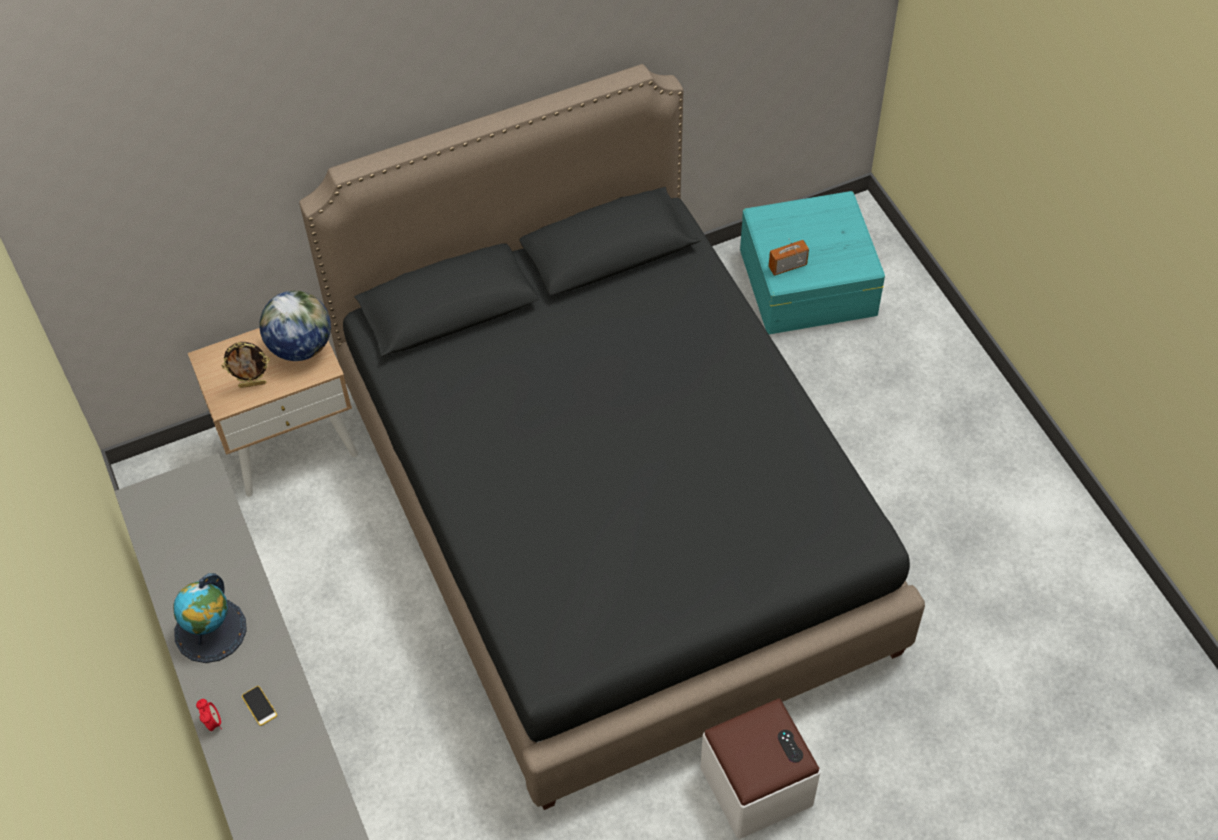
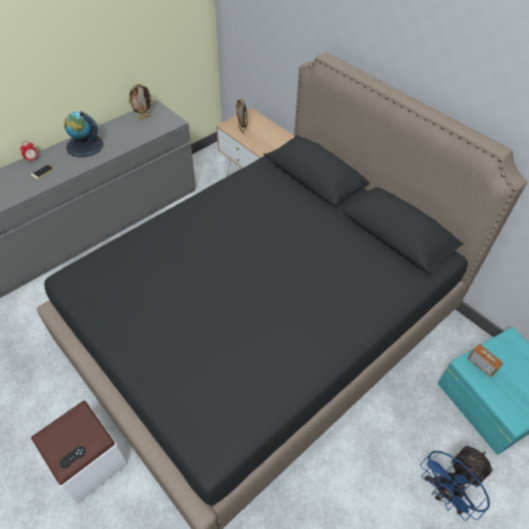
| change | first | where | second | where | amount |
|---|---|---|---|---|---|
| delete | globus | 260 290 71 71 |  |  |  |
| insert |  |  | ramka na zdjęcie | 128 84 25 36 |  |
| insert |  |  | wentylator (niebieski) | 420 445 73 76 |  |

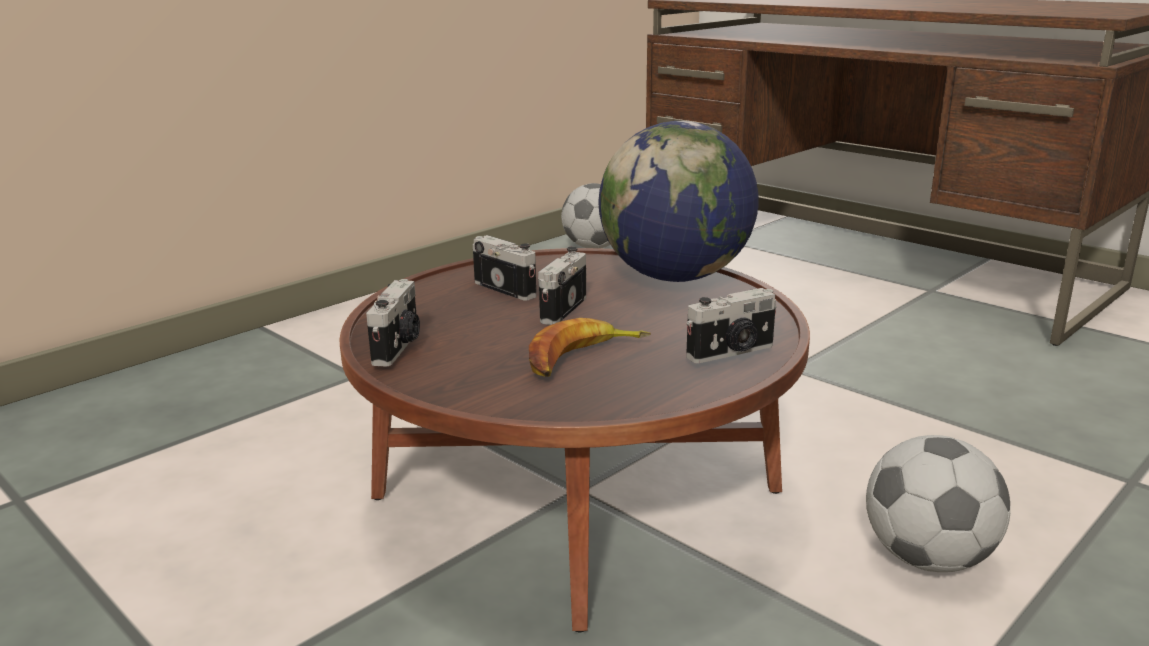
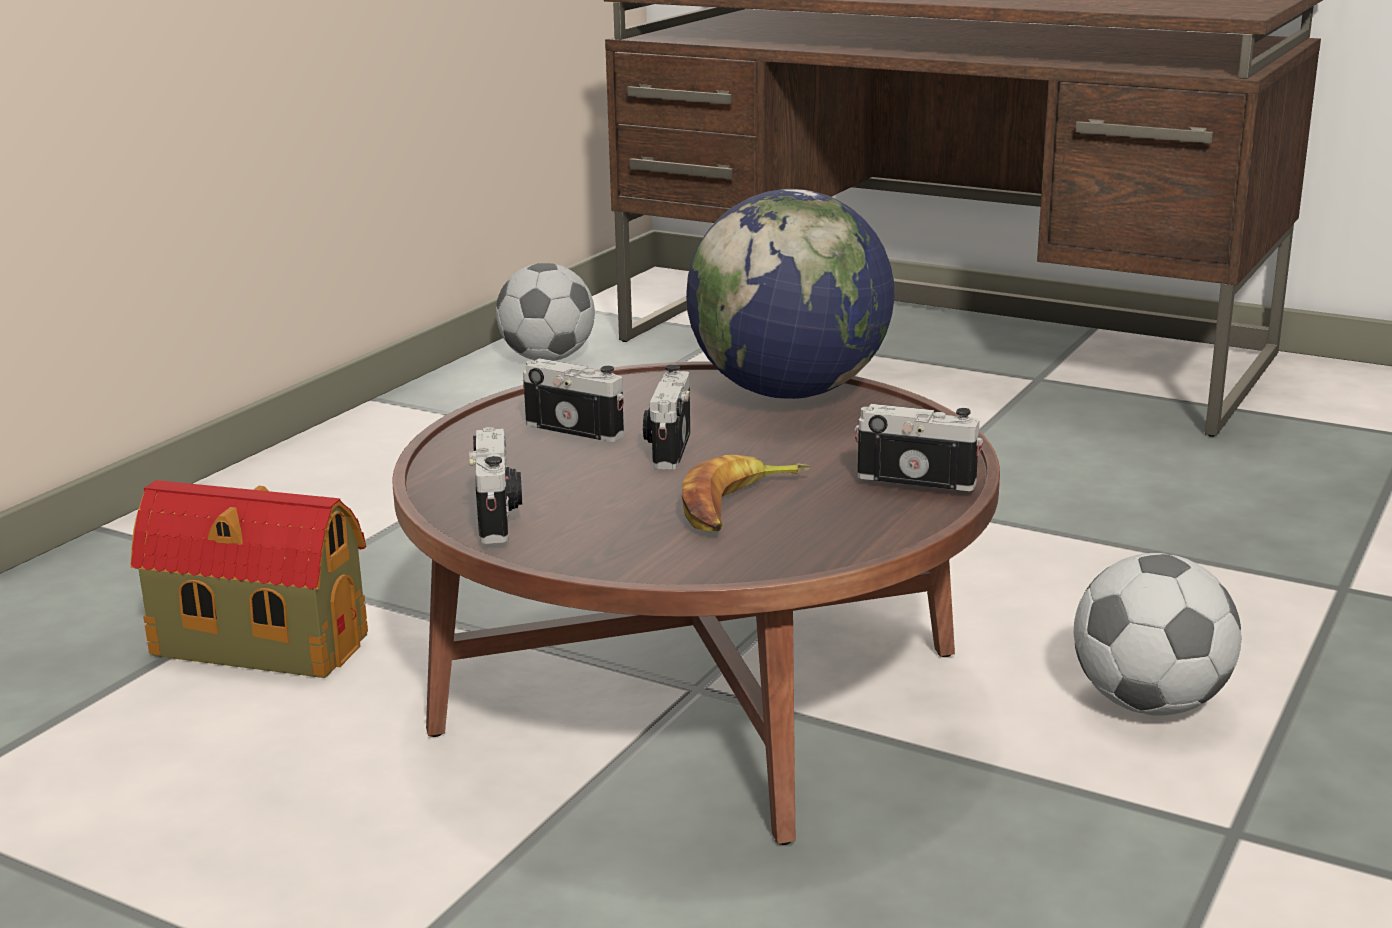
| change | first | where | second | where | amount |
|---|---|---|---|---|---|
| rotate | aparat fotograficzny | 686 288 90 75 |  | 854 404 129 87 | 120 degrees counterclockwise |
| insert |  |  | domek | 130 480 238 198 |  |

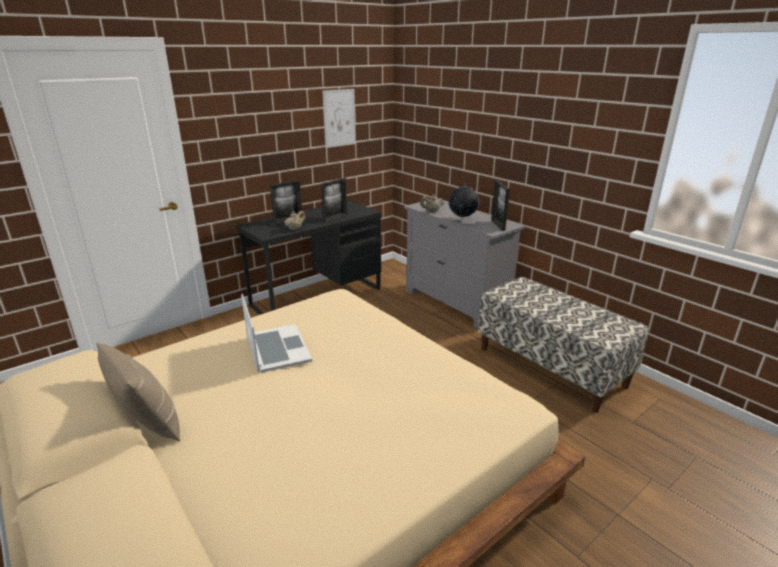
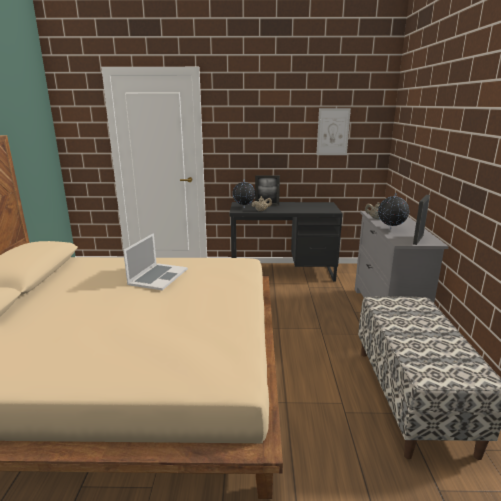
| change | first | where | second | where | amount |
|---|---|---|---|---|---|
| delete | ramka na zdjęcie | 321 178 26 44 |  |  |  |
| delete | poduszka (beżowy) | 96 343 84 99 |  |  |  |
| insert |  |  | globus | 233 179 22 29 |  |

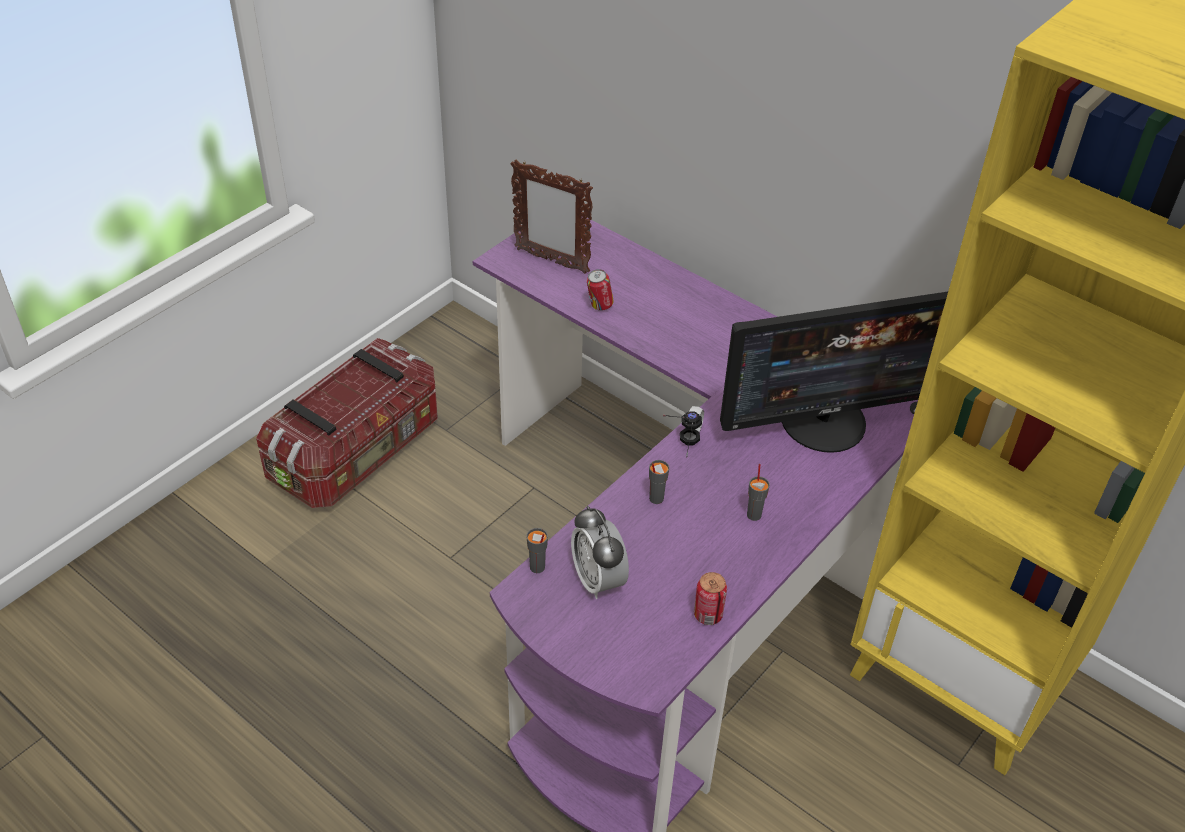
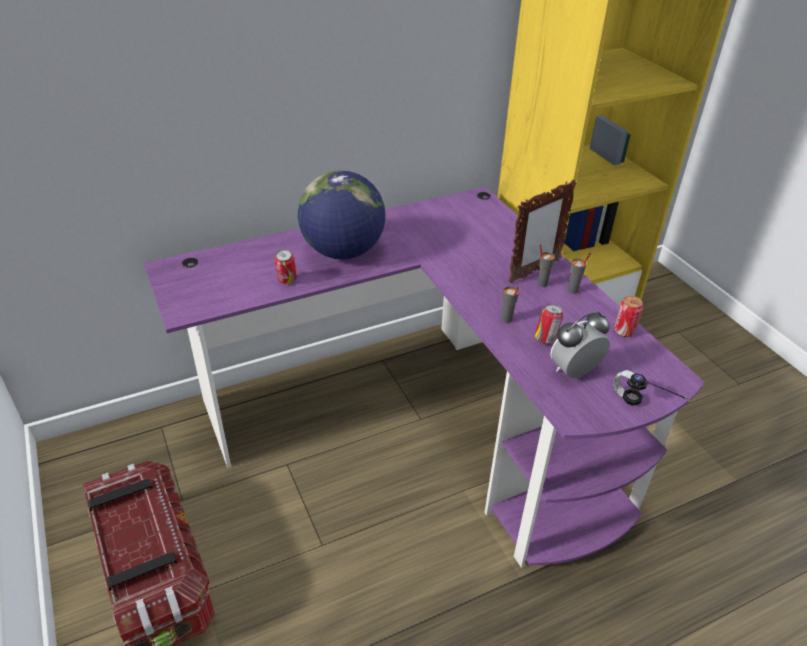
| change | first | where | second | where | amount |
|---|---|---|---|---|---|
| move | ramka na zdjęcie | 510 160 83 114 |  | 508 179 68 104 |  |
| delete | monitor | 720 292 228 161 |  |  |  |
| move | słuchawki | 663 406 41 52 |  | 614 370 76 35 |  |
| rotate | budzik | 571 506 58 93 |  | 550 312 60 66 | 150 degrees clockwise |
| move | filiżanka (szary) | 526 528 22 45 |  | 568 253 23 41 |  |
| insert |  |  | globus | 298 170 87 89 |  |
| insert |  |  | puszka | 535 304 28 40 |  |

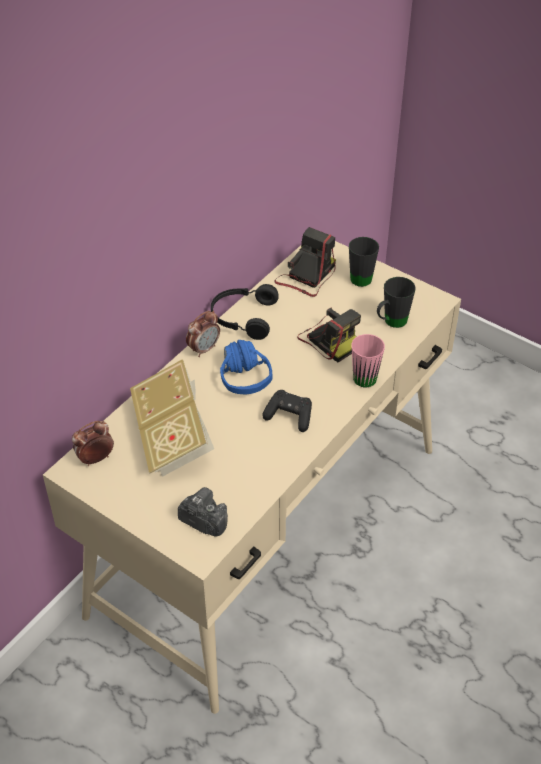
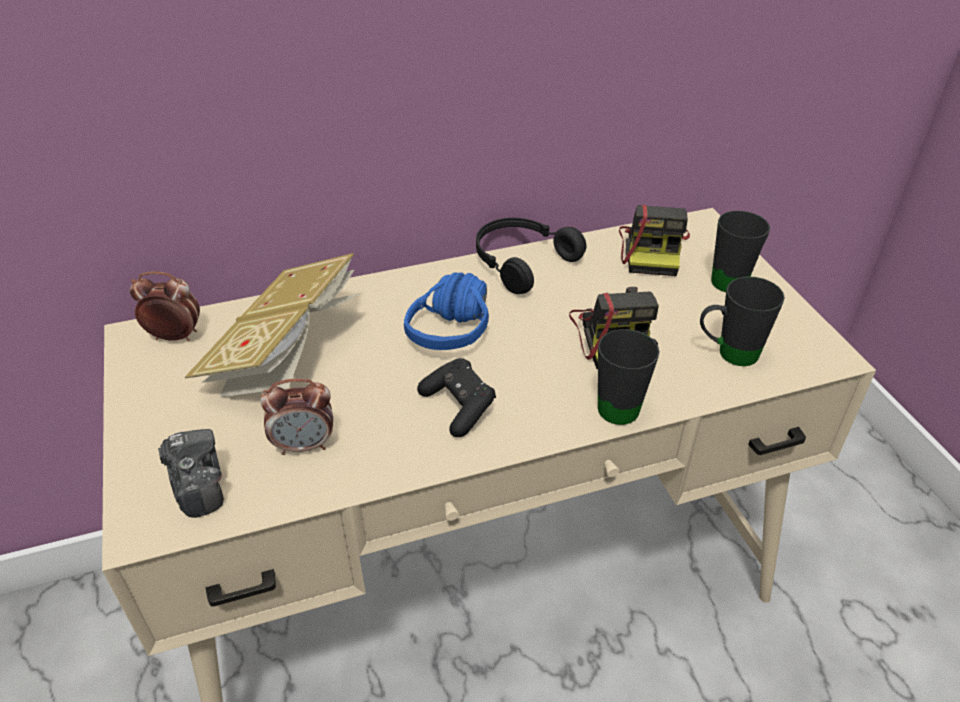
| change | first | where | second | where | amount |
|---|---|---|---|---|---|
| rotate | aparat fotograficzny | 275 227 61 70 |  | 619 205 71 71 | 120 degrees clockwise |
| move | budzik | 186 311 34 46 |  | 260 378 73 77 |  |
| recolor | kubek (różowy) | 351 334 34 53 | kubek (czarny) | 598 329 62 96 |  |

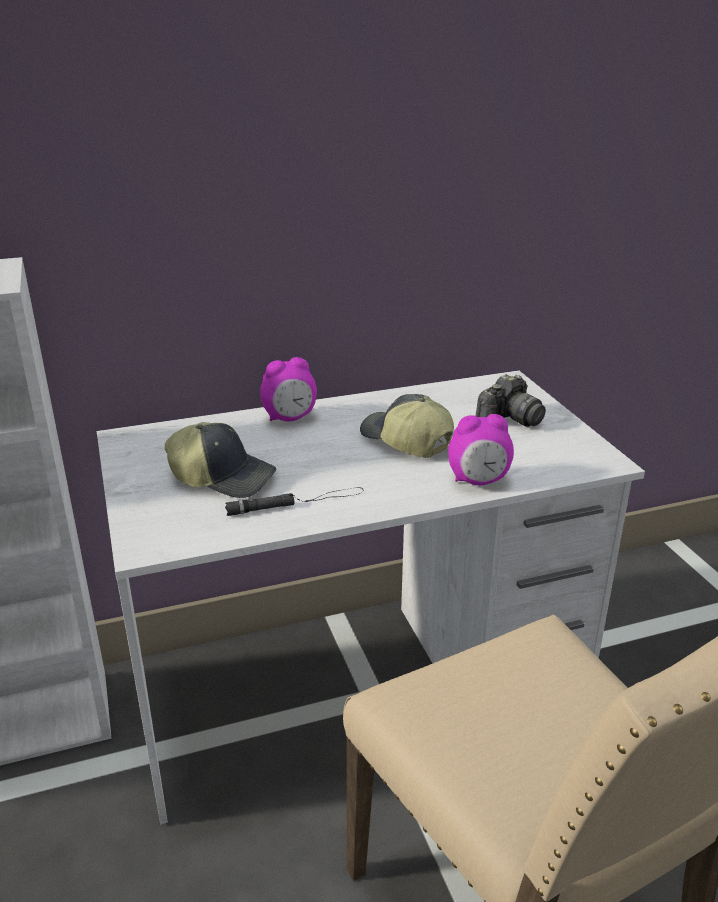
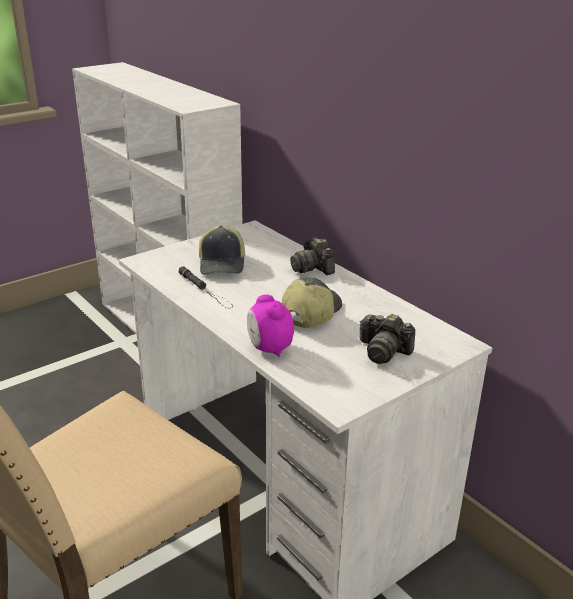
| change | first | where | second | where | amount |
|---|---|---|---|---|---|
| replace | budzik | 260 357 57 64 | aparat fotograficzny | 290 237 45 38 |  |

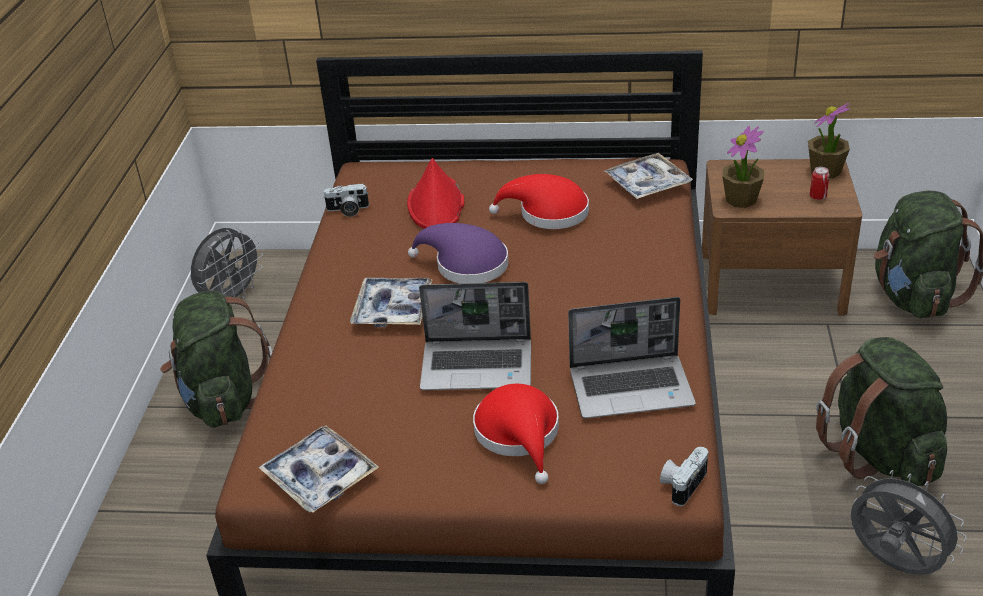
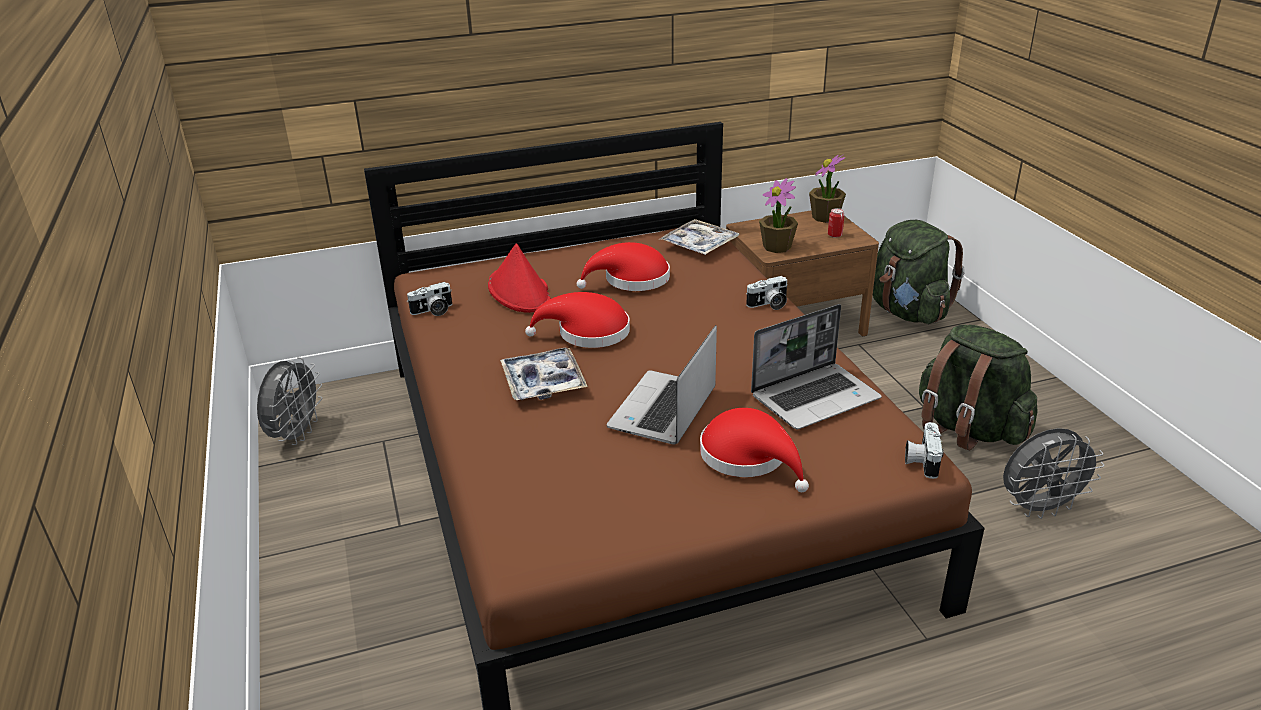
| change | first | where | second | where | amount |
|---|---|---|---|---|---|
| recolor | kapelusz (fioletowy) | 408 223 101 61 | kapelusz (czerwony) | 525 292 105 56 |  |
| rotate | laptop | 419 282 112 108 |  | 607 325 110 120 | 135 degrees clockwise |
| delete | plecak (zielony) | 160 291 113 137 |  |  |  |
| delete | taca | 258 425 121 87 |  |  |  |
| rotate | wentylator (szary) | 851 470 116 105 |  | 1003 428 102 91 | 150 degrees clockwise |
| insert |  |  | aparat fotograficzny | 746 276 42 34 |  |

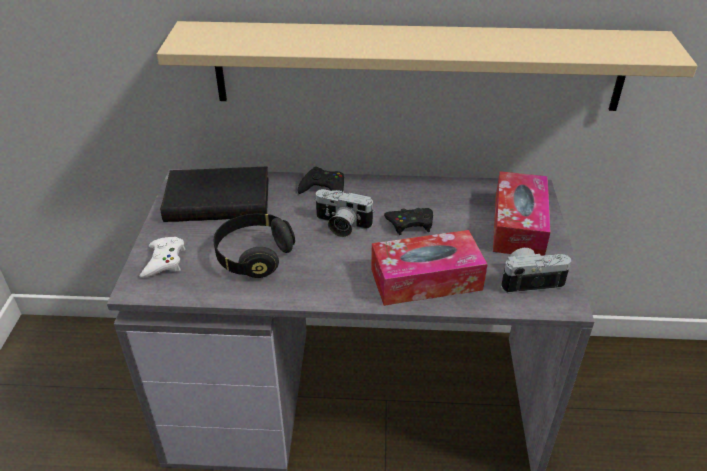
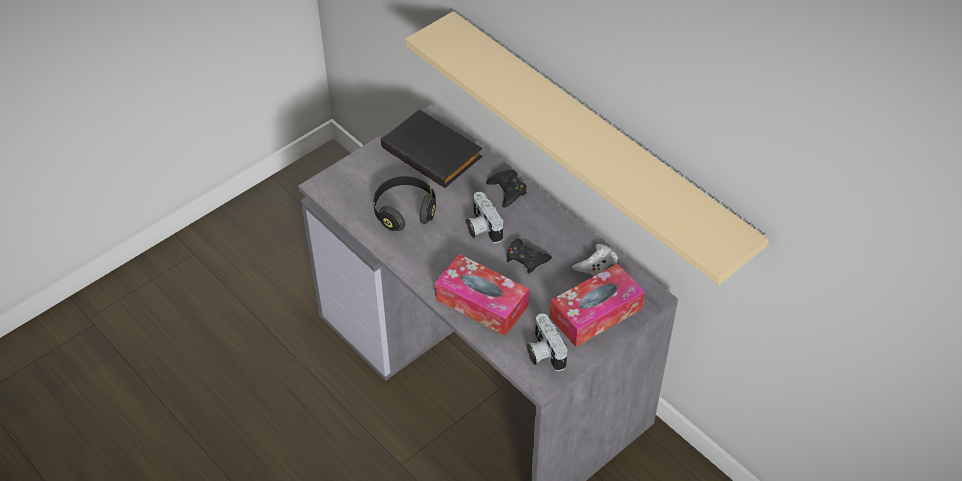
| change | first | where | second | where | amount |
|---|---|---|---|---|---|
| move | pad do gier (biały) | 140 237 45 41 |  | 572 244 46 32 |  |
| rotate | aparat fotograficzny | 501 248 70 45 |  | 526 313 42 58 | 150 degrees counterclockwise |

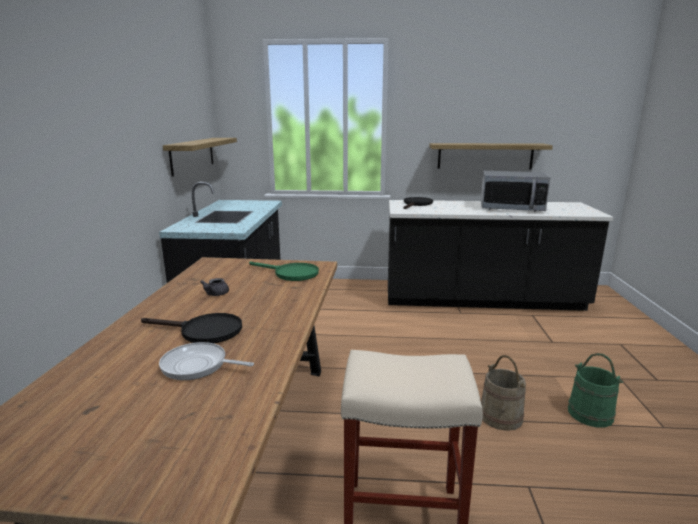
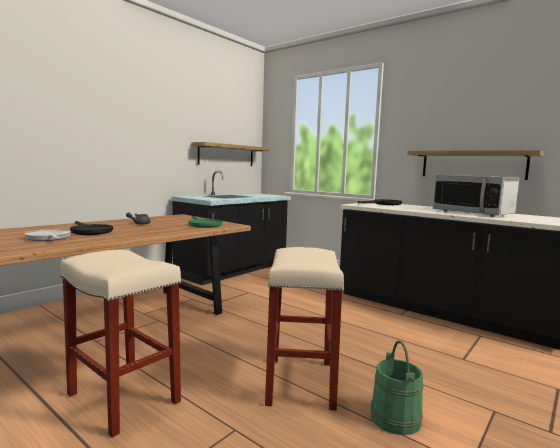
| change | first | where | second | where | amount |
|---|---|---|---|---|---|
| replace | wiadro (beżowy) | 481 355 45 76 | stołek (beżowy) | 265 247 79 163 |  |

